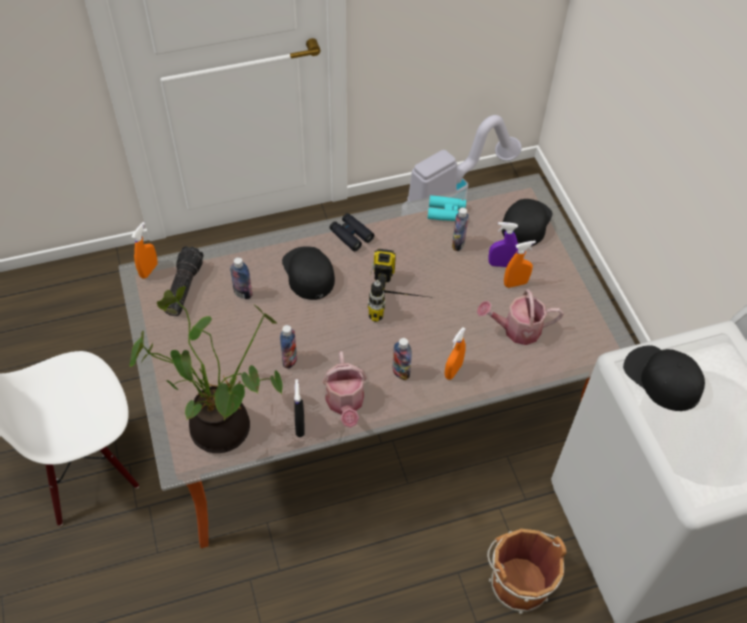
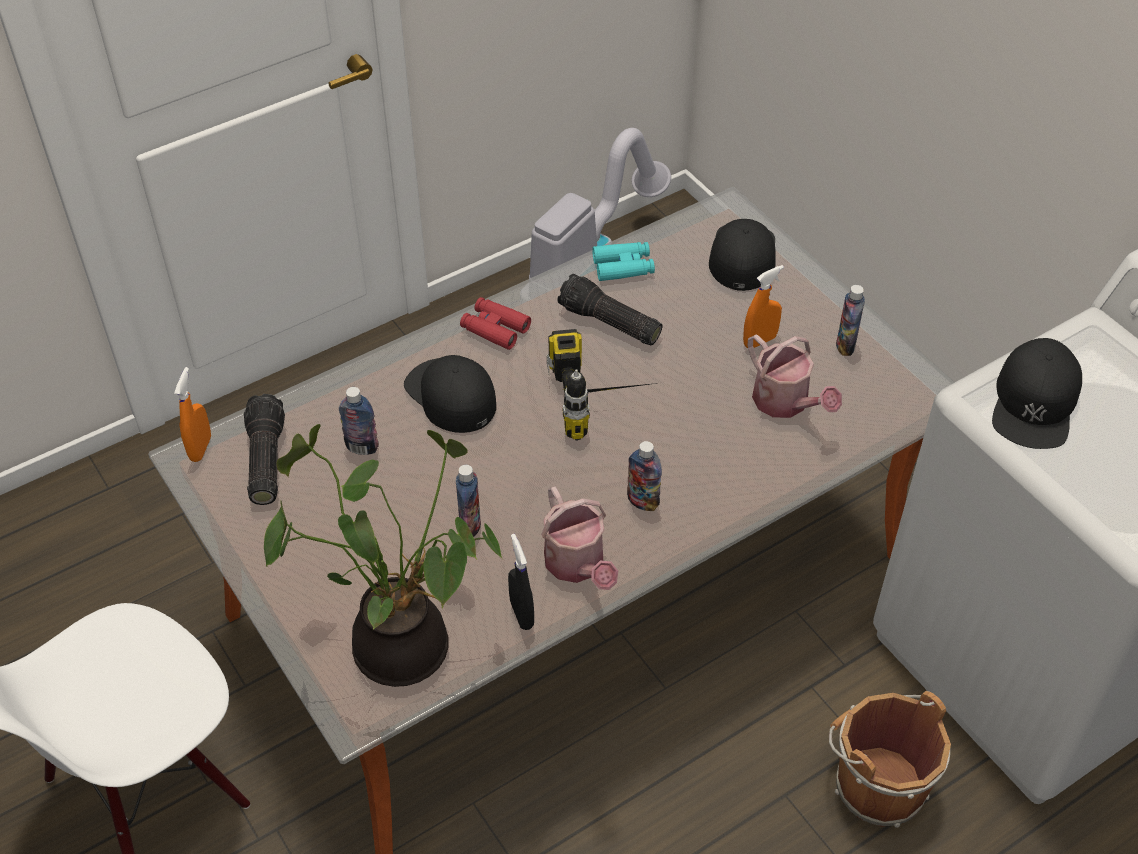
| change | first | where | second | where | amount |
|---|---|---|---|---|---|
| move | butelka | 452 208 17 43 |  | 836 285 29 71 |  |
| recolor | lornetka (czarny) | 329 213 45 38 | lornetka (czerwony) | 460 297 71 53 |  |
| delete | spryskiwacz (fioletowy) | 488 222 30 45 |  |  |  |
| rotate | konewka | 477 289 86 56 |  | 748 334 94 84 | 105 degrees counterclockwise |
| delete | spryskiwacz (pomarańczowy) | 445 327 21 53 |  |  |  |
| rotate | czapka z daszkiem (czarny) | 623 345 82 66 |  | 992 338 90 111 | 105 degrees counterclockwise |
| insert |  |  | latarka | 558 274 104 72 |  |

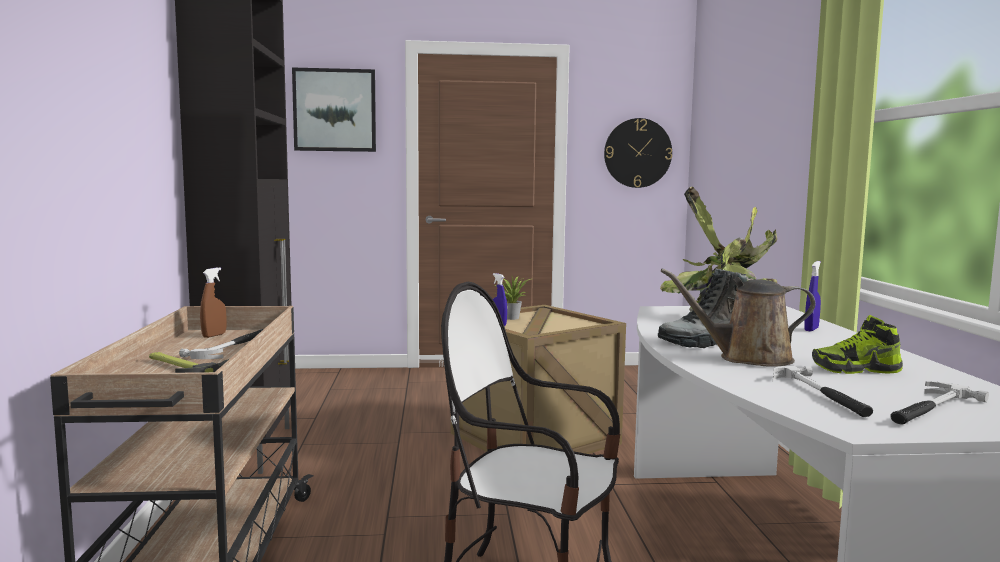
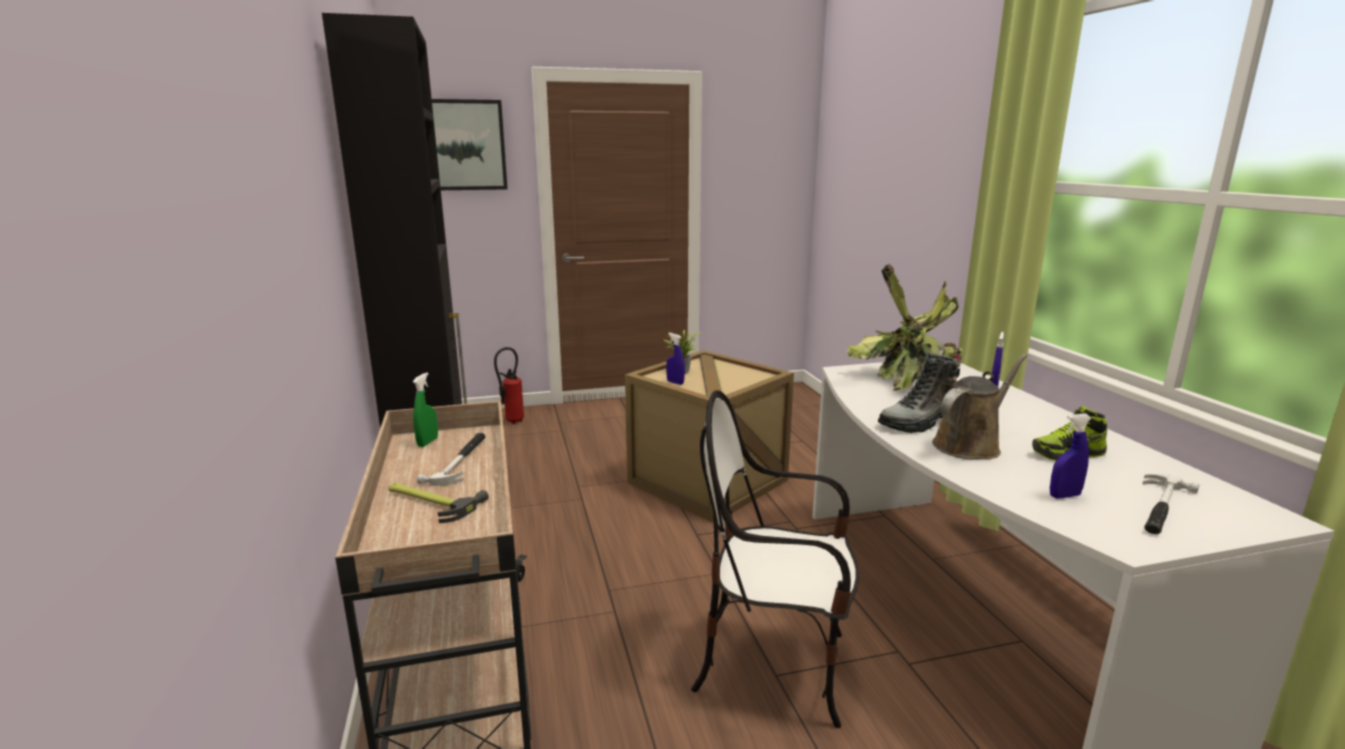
| change | first | where | second | where | amount |
|---|---|---|---|---|---|
| delete | zegar ścienny | 604 118 68 70 |  |  |  |
| recolor | spryskiwacz (brązowy) | 200 267 26 71 | spryskiwacz (zielony) | 413 373 25 74 |  |
| rotate | konewka (brązowy) | 661 269 155 98 |  | 932 354 96 105 | 150 degrees clockwise |
| replace | młotek | 773 366 100 51 | spryskiwacz (niebieski) | 1050 414 41 85 |  |
| insert |  |  | gaśnica | 494 347 30 77 |  |

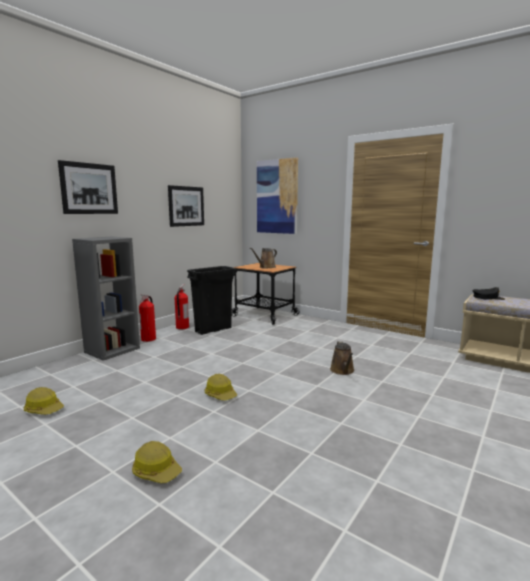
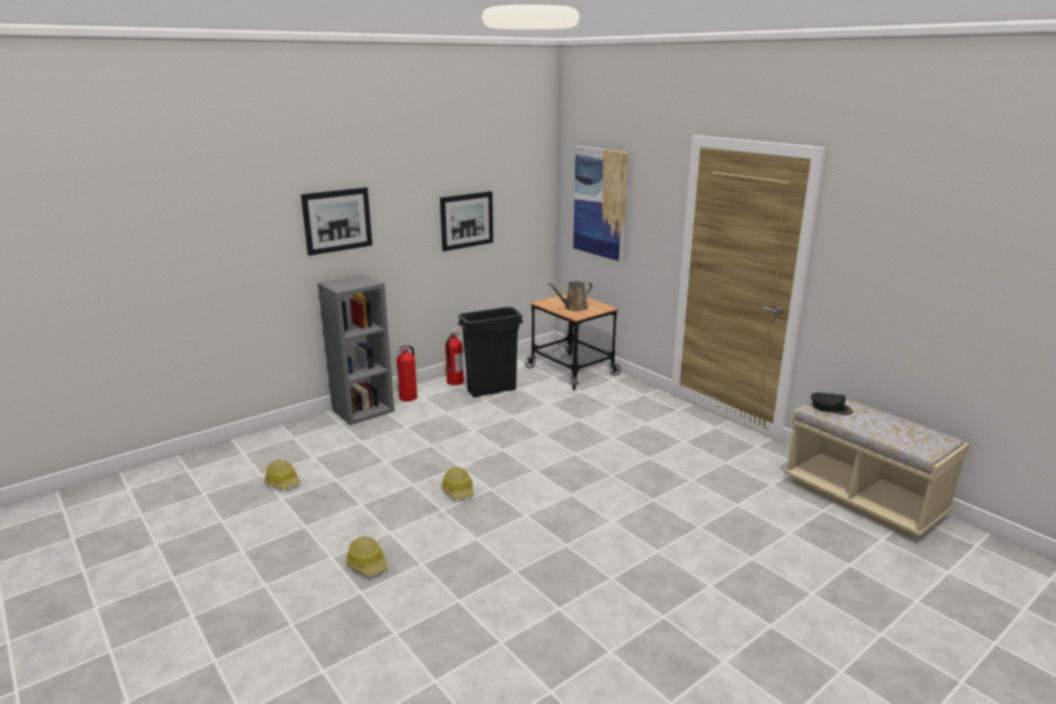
| change | first | where | second | where | amount |
|---|---|---|---|---|---|
| delete | konewka (brązowy) | 330 341 24 34 |  |  |  |

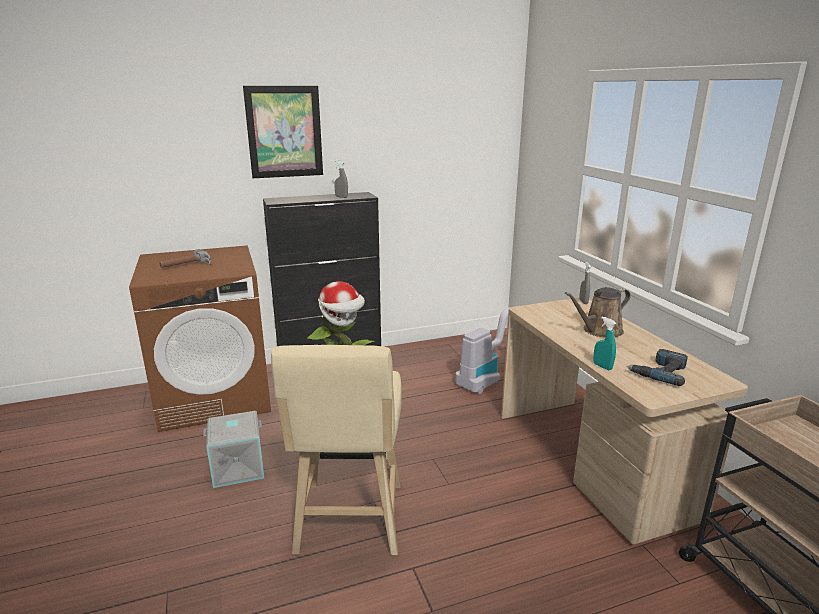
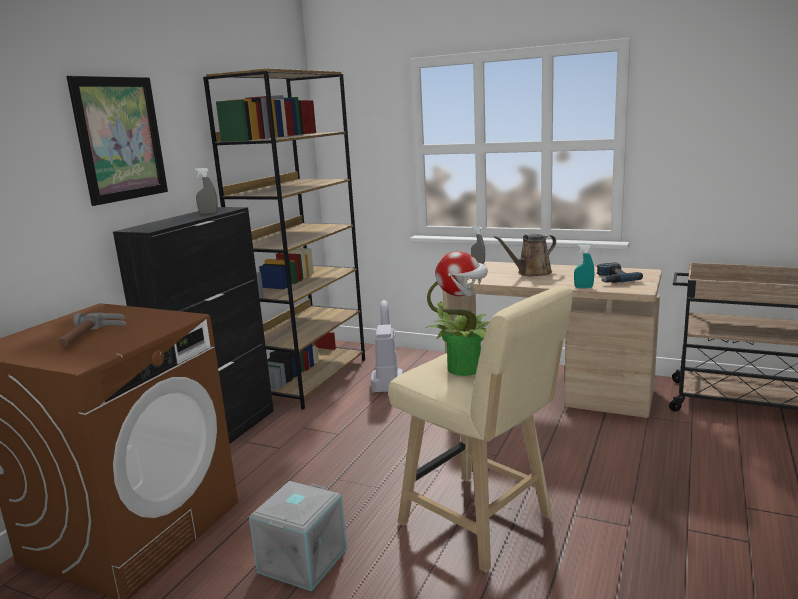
| change | first | where | second | where | amount |
|---|---|---|---|---|---|
| rotate | konewka (brązowy) | 565 287 66 50 |  | 494 234 62 42 | 45 degrees clockwise |
| insert |  |  | regał (brązowy) | 203 68 162 342 |  |

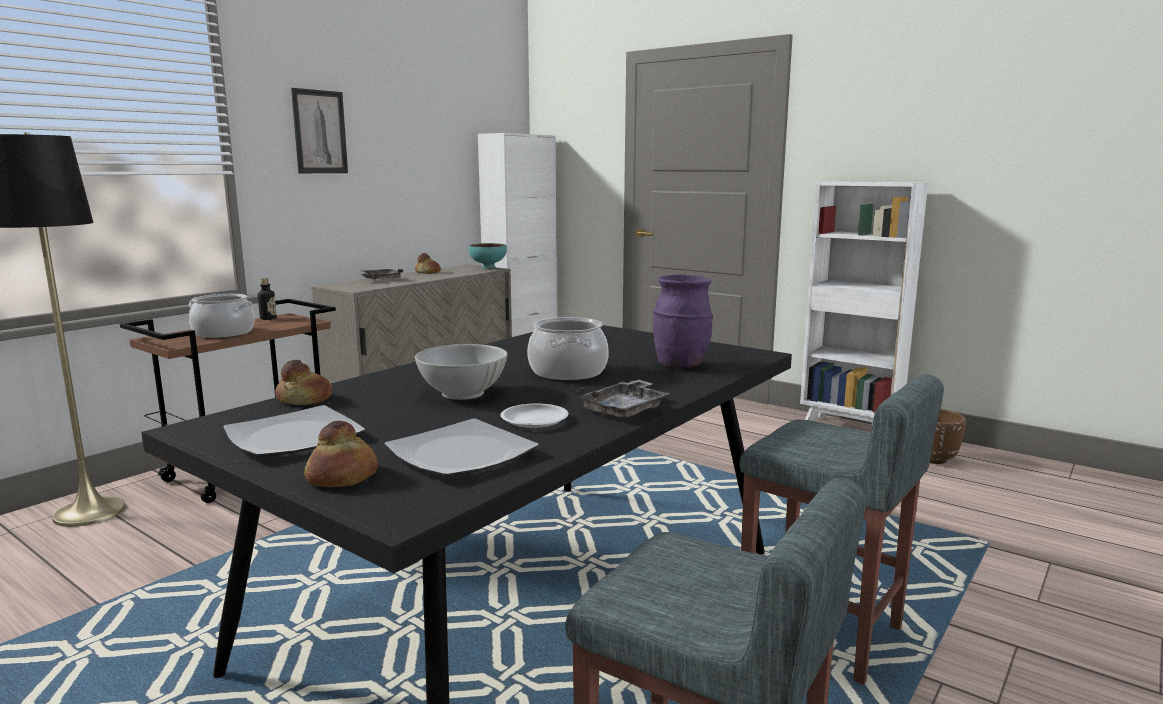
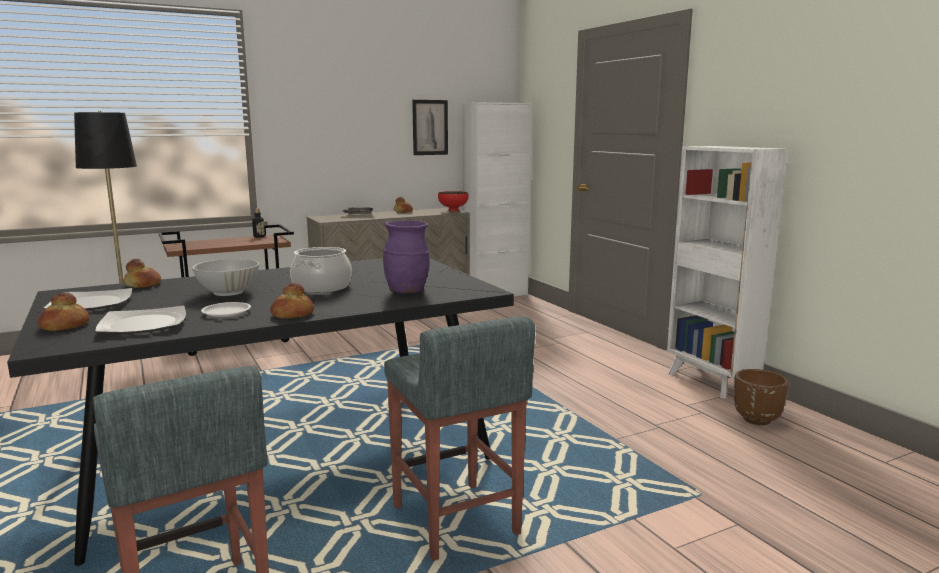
| change | first | where | second | where | amount |
|---|---|---|---|---|---|
| move | obraz | 291 88 57 85 |  | 412 100 36 55 |  |
| recolor | miska (turkusowy) | 468 243 39 27 | miska (czerwony) | 438 191 31 21 |  |
| delete | garnek | 189 294 66 44 |  |  |  |
| replace | taca (szary) | 577 380 94 38 | chleb | 270 283 44 36 |  |

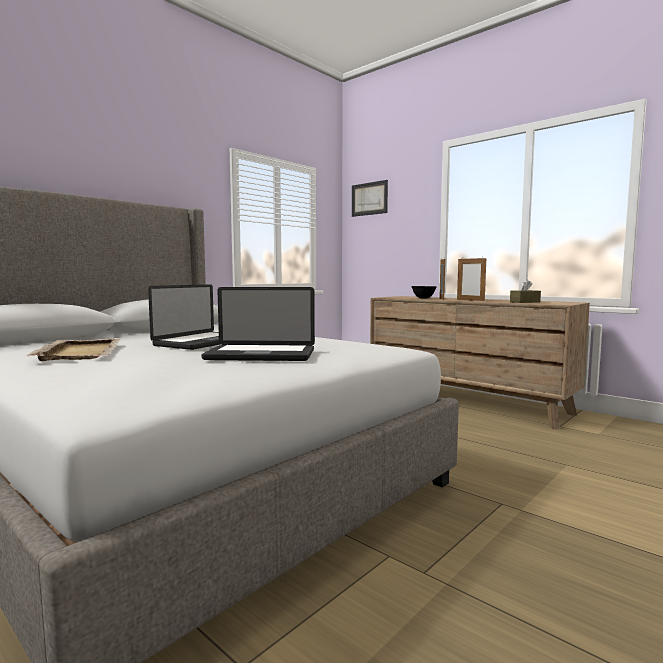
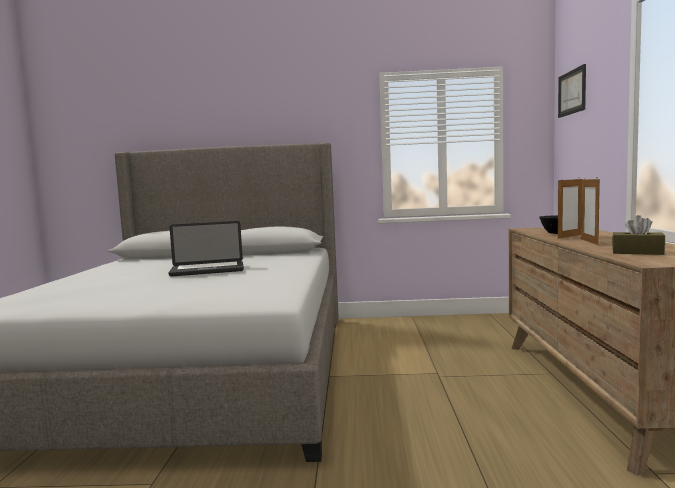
| change | first | where | second | where | amount |
|---|---|---|---|---|---|
| delete | laptop | 202 287 113 74 |  |  |  |
| delete | taca (beżowy) | 27 338 94 23 |  |  |  |

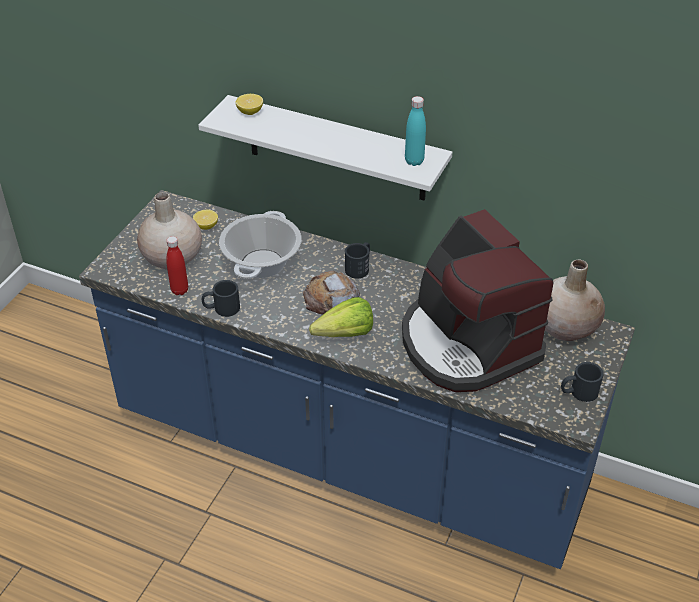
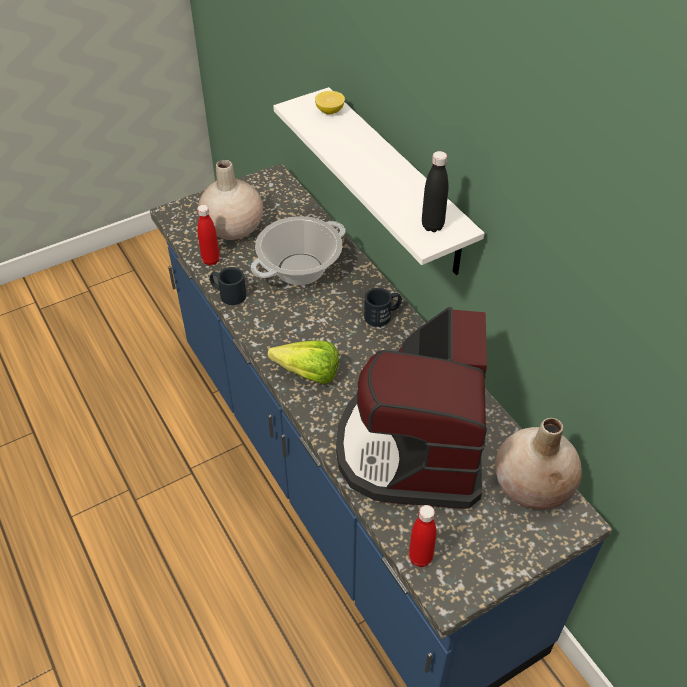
| change | first | where | second | where | amount |
|---|---|---|---|---|---|
| recolor | butelka (turkusowy) | 405 96 21 70 | butelka (czarny) | 422 151 26 81 |  |
| delete | cytryna | 193 210 25 20 |  |  |  |
| delete | chleb | 303 271 57 44 |  |  |  |
| delete | kubek (czarny) | 561 362 43 40 |  |  |  |
| insert |  |  | butelka (czerwony) | 409 505 28 62 |  |

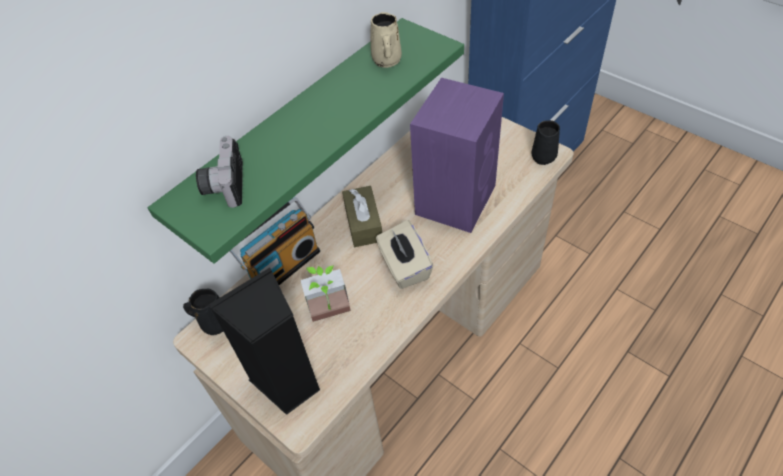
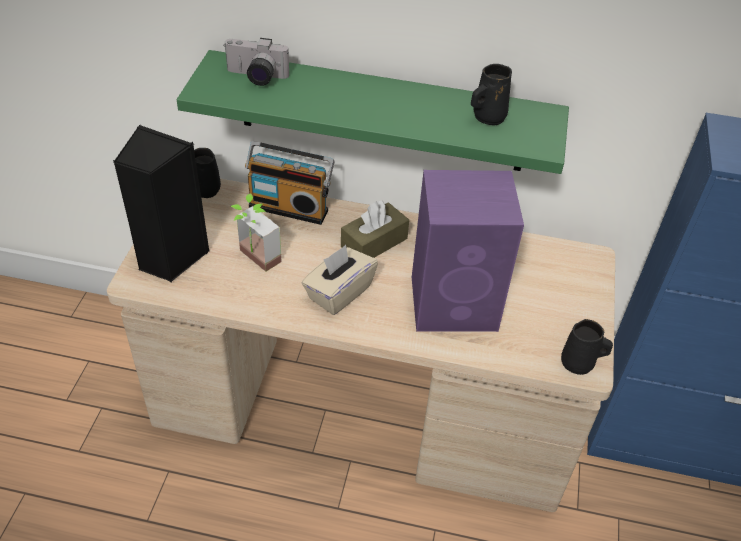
| change | first | where | second | where | amount |
|---|---|---|---|---|---|
| recolor | kubek (beżowy) | 370 12 32 56 | kubek (czarny) | 471 64 41 61 |  |
| rotate | aparat fotograficzny | 196 136 47 72 |  | 223 38 66 48 | 135 degrees counterclockwise |

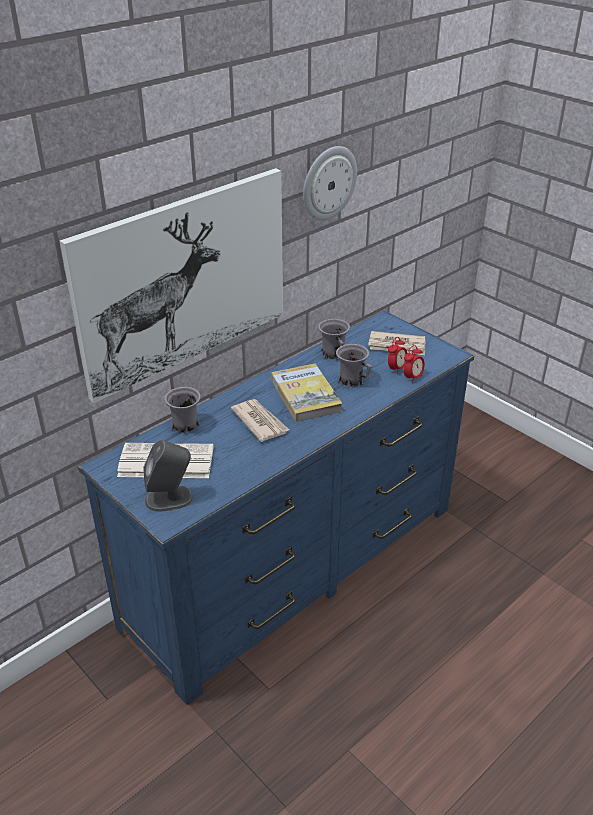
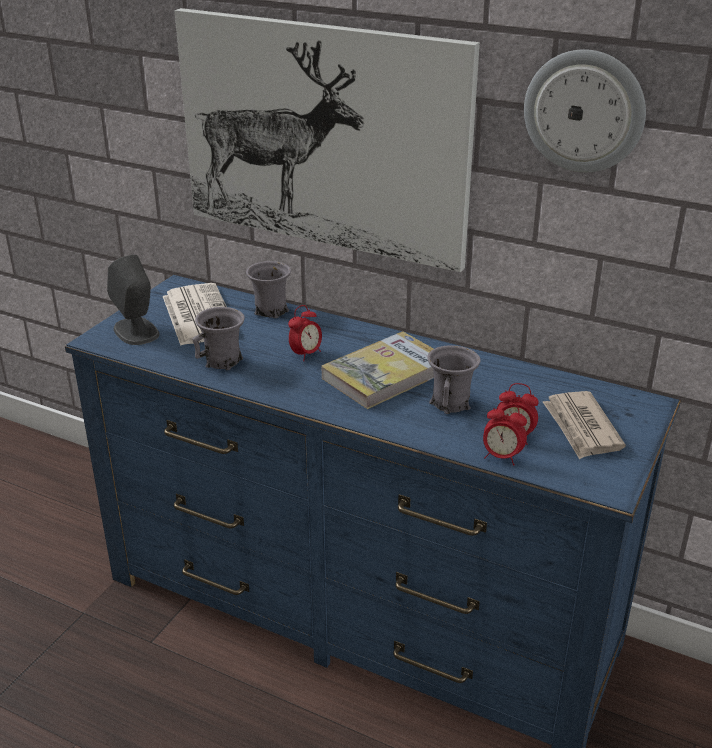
| change | first | where | second | where | amount |
|---|---|---|---|---|---|
| move | kubek (szary) | 318 319 32 41 |  | 192 307 53 63 |  |
| replace | gazeta | 231 399 58 43 | budzik | 288 305 34 56 |  |

